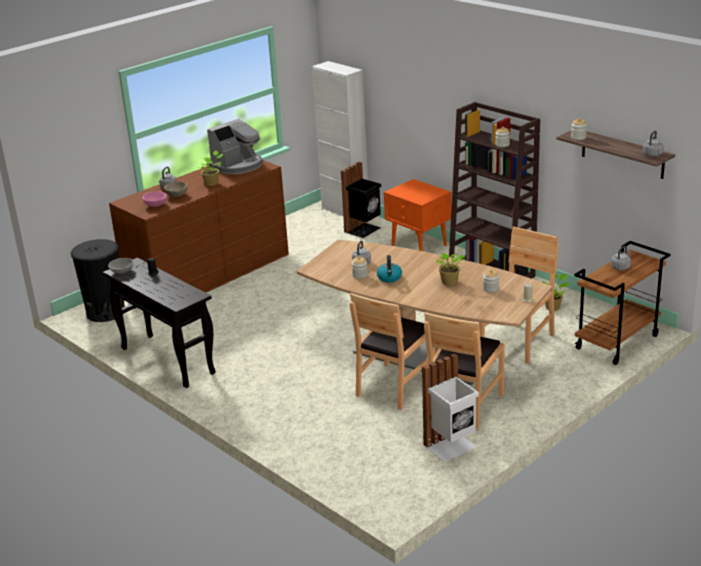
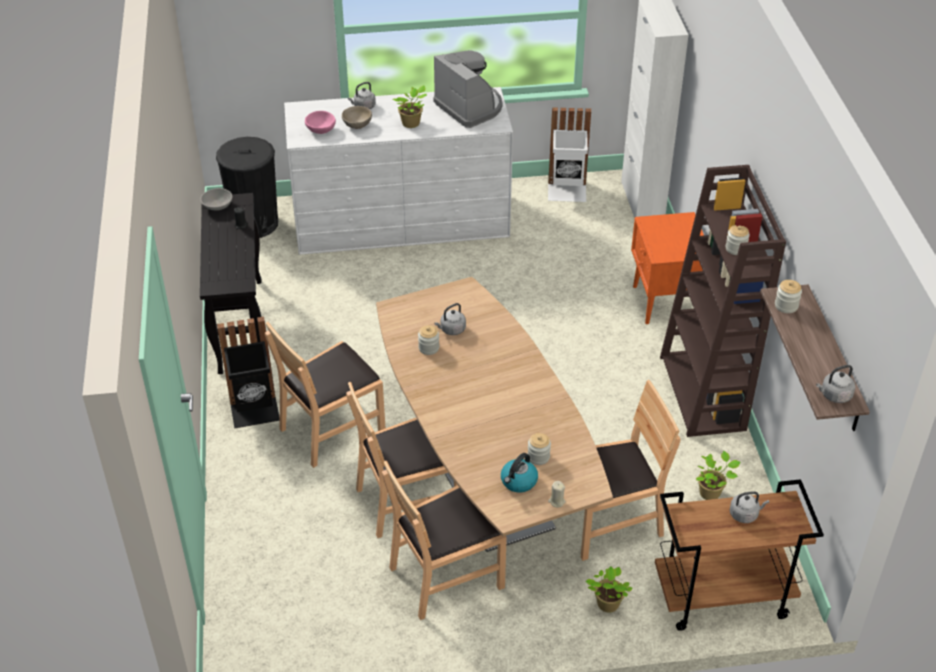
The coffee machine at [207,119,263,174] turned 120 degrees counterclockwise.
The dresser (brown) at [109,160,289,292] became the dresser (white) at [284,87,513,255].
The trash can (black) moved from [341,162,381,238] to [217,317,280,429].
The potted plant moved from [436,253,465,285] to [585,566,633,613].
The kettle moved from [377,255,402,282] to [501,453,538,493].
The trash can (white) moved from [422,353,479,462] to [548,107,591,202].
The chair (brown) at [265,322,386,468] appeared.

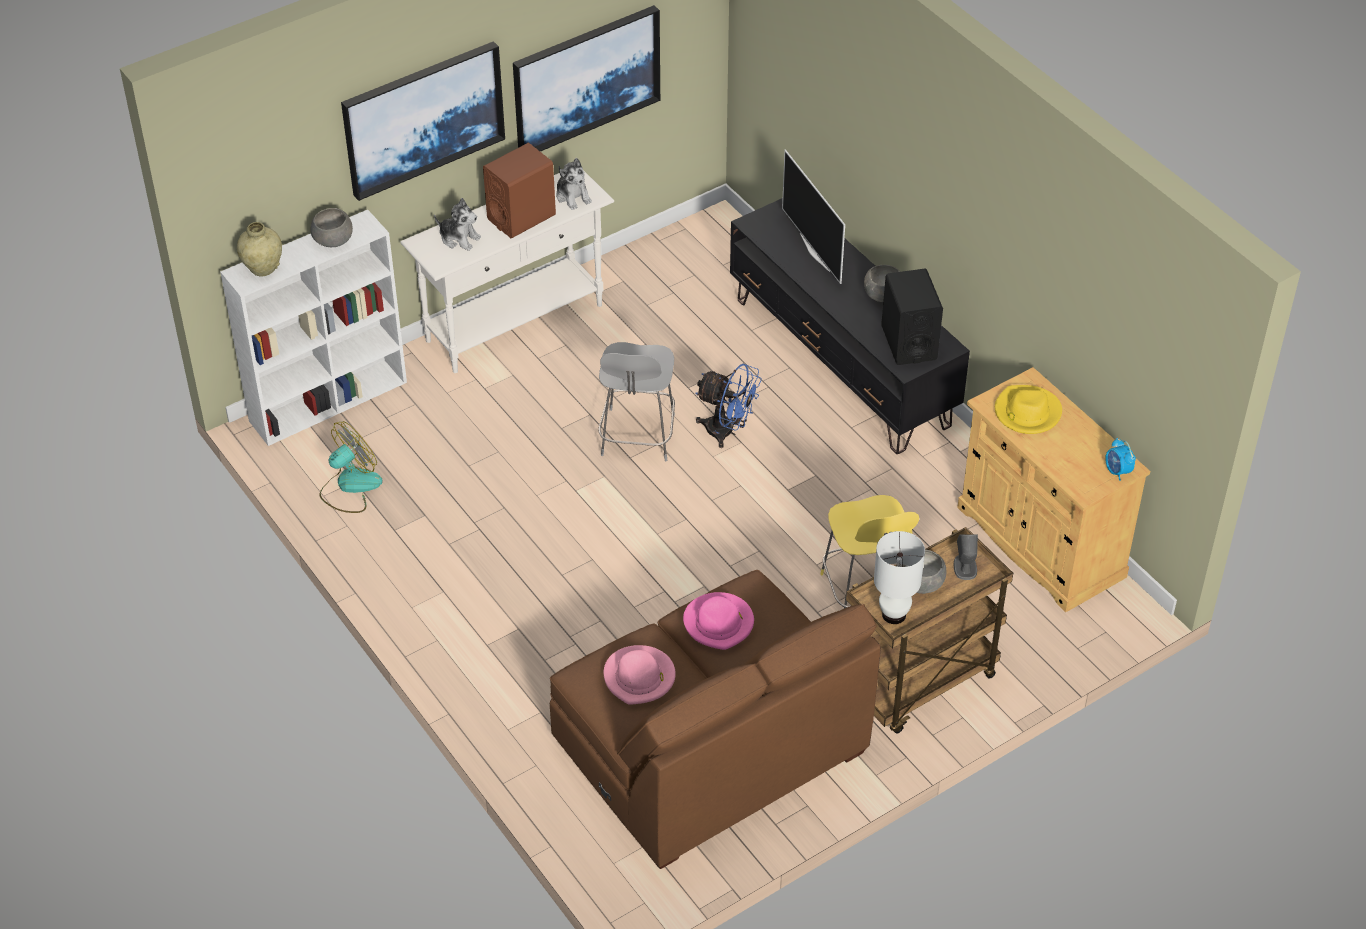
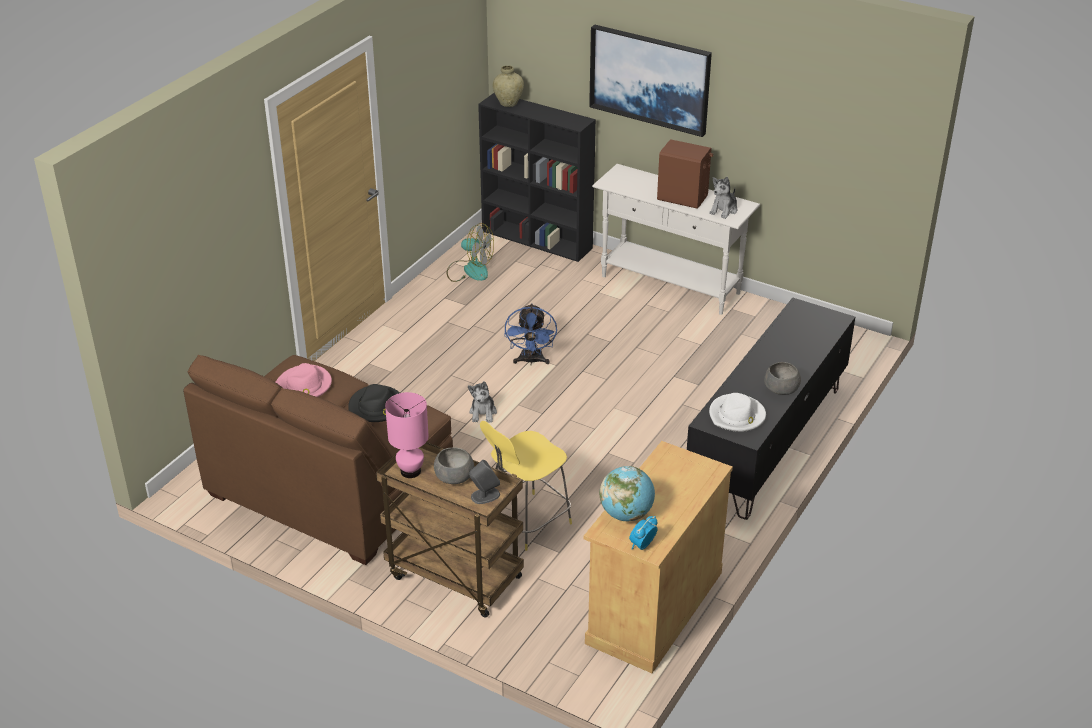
The picture at [513,5,660,152] disappeared.
The television at [782,150,845,284] disappeared.
The plush toy moved from [434,198,481,251] to [468,381,497,423].
The bowl (grey) at [311,208,353,247] disappeared.
The bookcase (white) at [220,210,407,446] became the bookcase (black) at [478,93,596,262].
The speaker (black) at [881,269,943,365] was replaced by the hat (white) at [709,393,766,432].
The stool (grey) at [599,342,675,461] disappeared.
The fan (blue) moved from [695,364,762,448] to [504,303,557,365].
The hat (yellow) at [995,385,1062,434] disappeared.
The table lamp (white) at [874,531,925,624] became the table lamp (pink) at [385,392,429,478].
The hat (pink) at [683,592,754,650] became the hat (black) at [348,384,400,422].
The globe at [600,466,655,521] appeared.

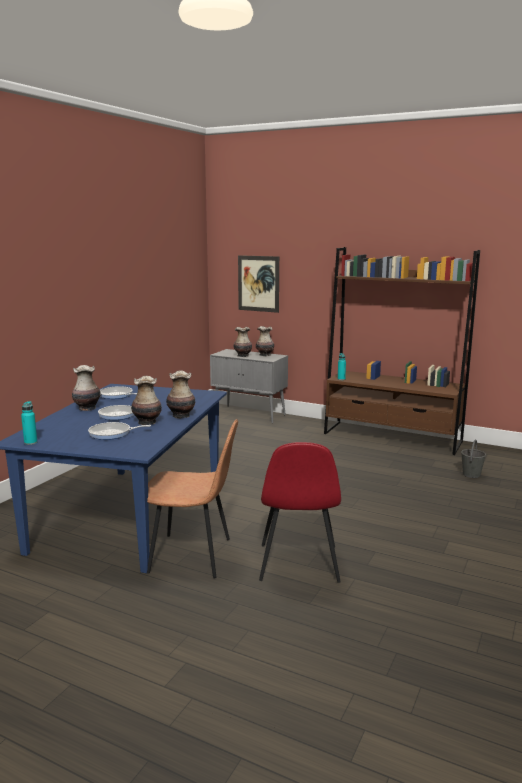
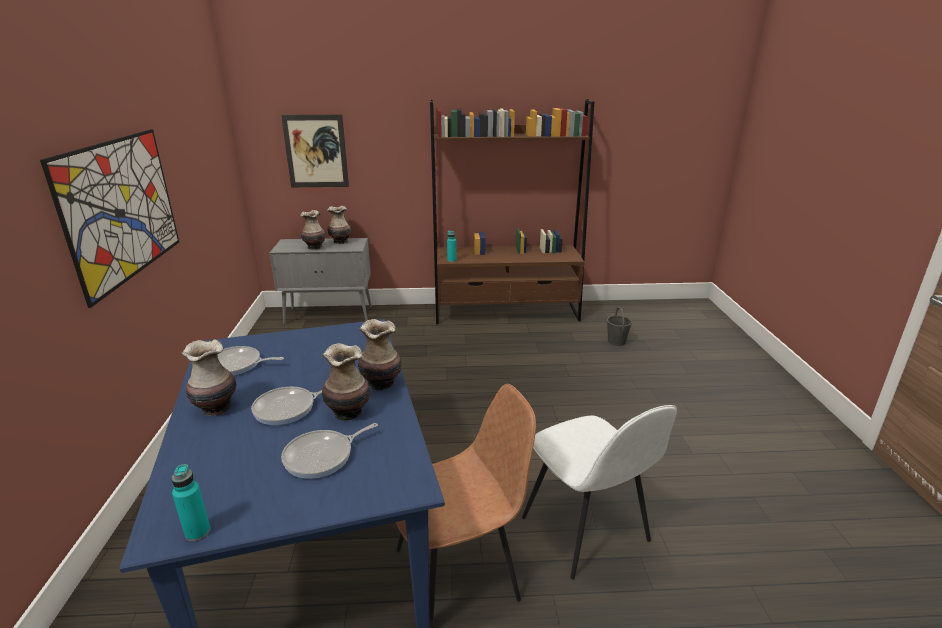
The chair (red) at [259,442,341,583] became the chair (white) at [522,405,677,580].
The picture at [40,129,179,308] appeared.

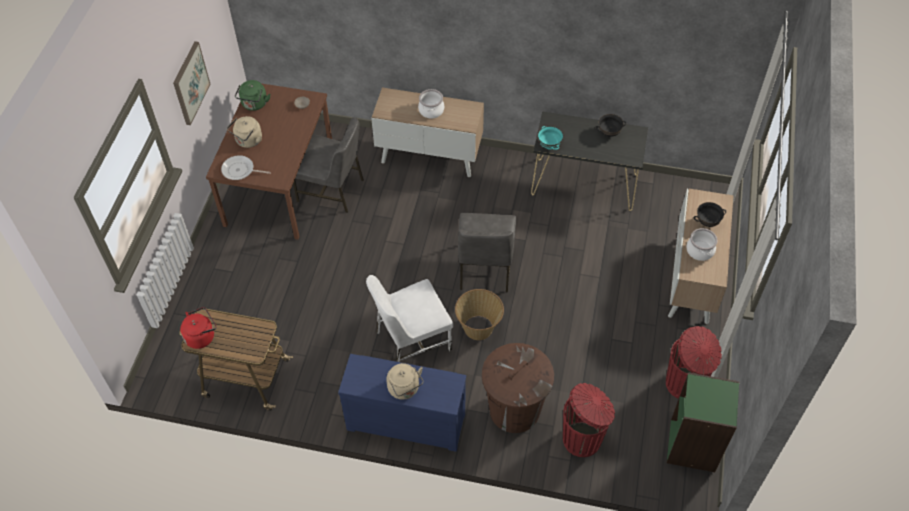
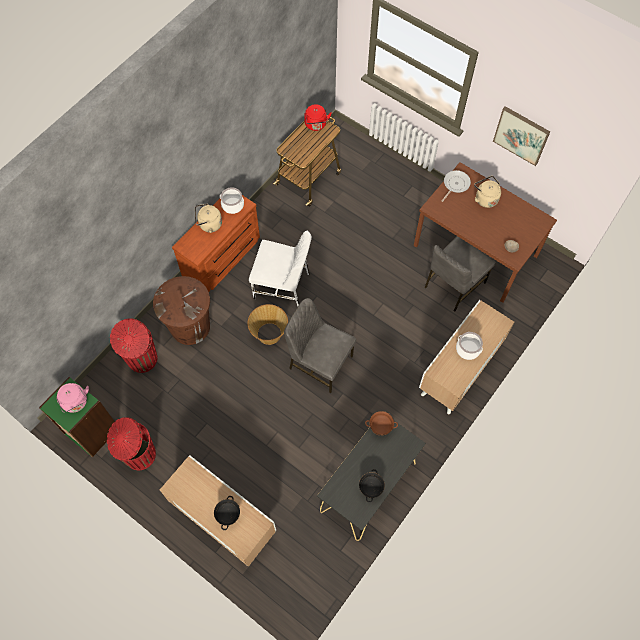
The kettle (green) at [235,80,270,111] disappeared.
The bowl (turquoise) at [538,126,563,150] became the bowl (brown) at [365,411,398,436].
The cooking pot moved from [686,228,717,261] to [220,187,244,214].
The chair (white) at [366,275,453,362] turned 105 degrees clockwise.
The dresser (blue) at [338,354,466,452] became the dresser (brown) at [172,195,260,292].
The kettle (pink) at [57,383,89,413] appeared.

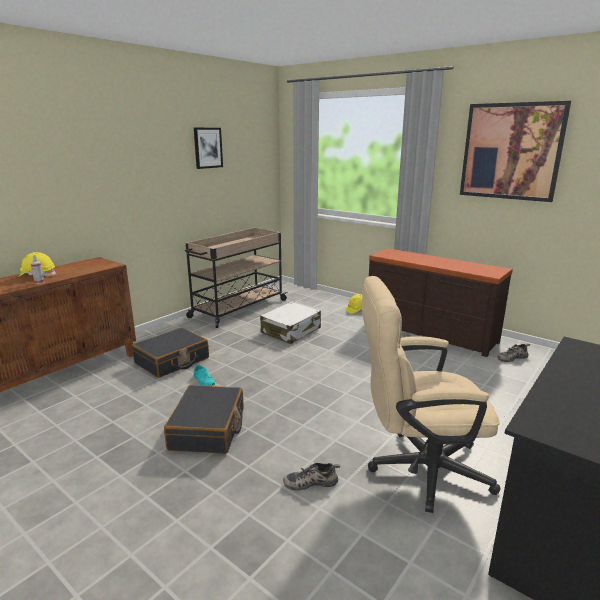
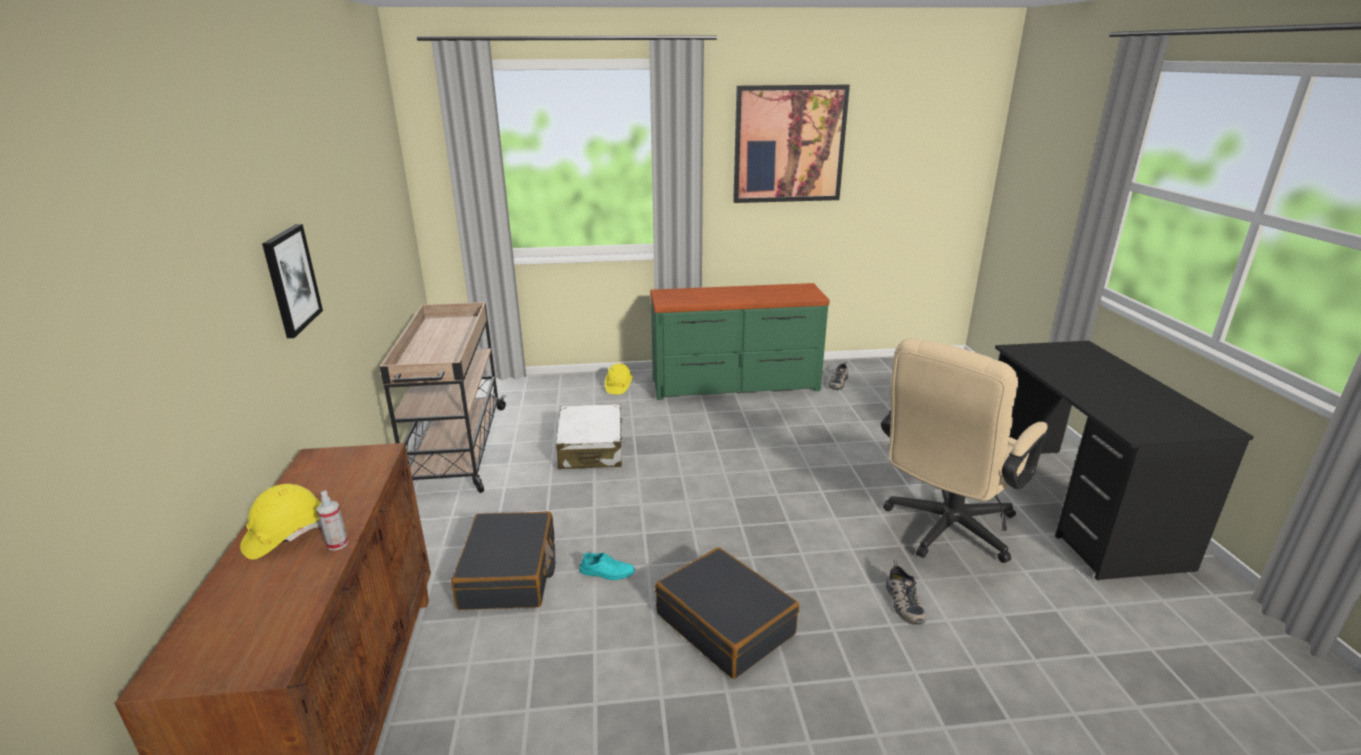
The picture moved from [194,128,223,169] to [262,224,323,338].
The dresser (brown) at [369,248,513,357] became the dresser (green) at [650,283,830,400].
The shoe at [283,463,340,490] turned 45 degrees counterclockwise.

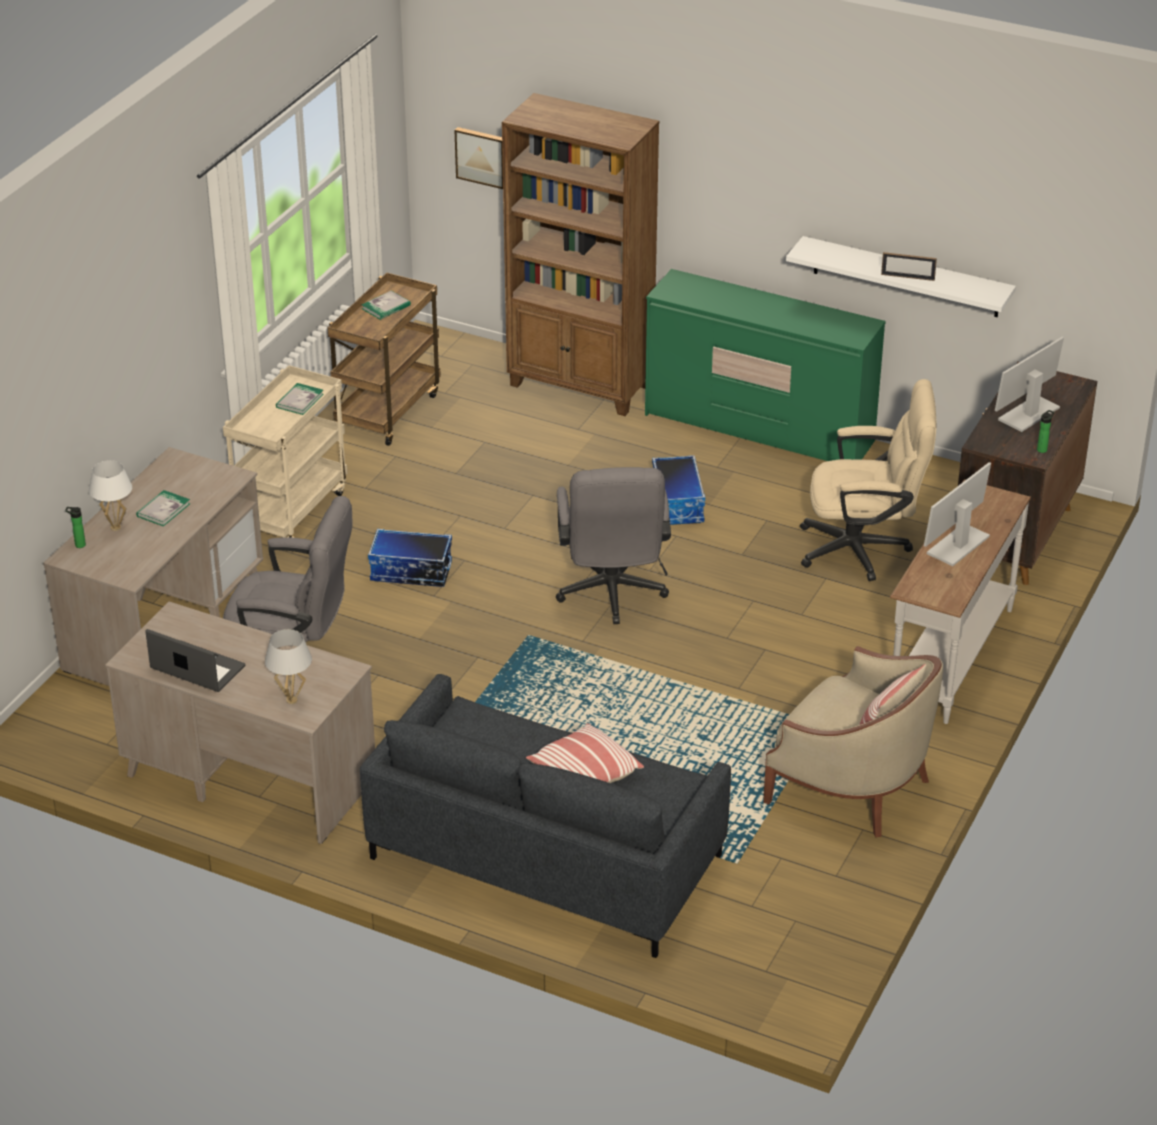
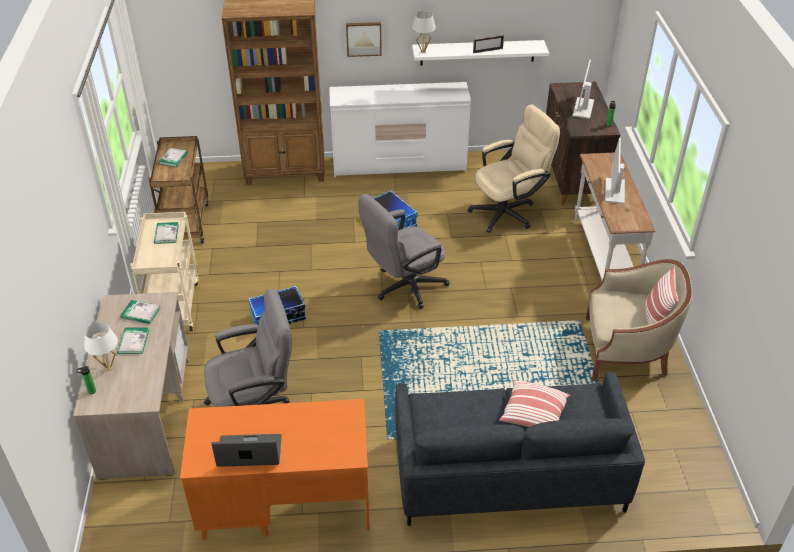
The picture moved from [454,127,503,189] to [346,22,382,57].
The dresser (green) at [645,269,886,461] became the dresser (white) at [329,82,471,177].
The office chair (grey) at [556,467,671,624] turned 90 degrees clockwise.
The desk (beige) at [105,602,375,844] became the desk (orange) at [180,399,370,540].
The table lamp (white) moved from [265,629,312,704] to [412,11,436,53].
The book at [120,300,160,324] appeared.

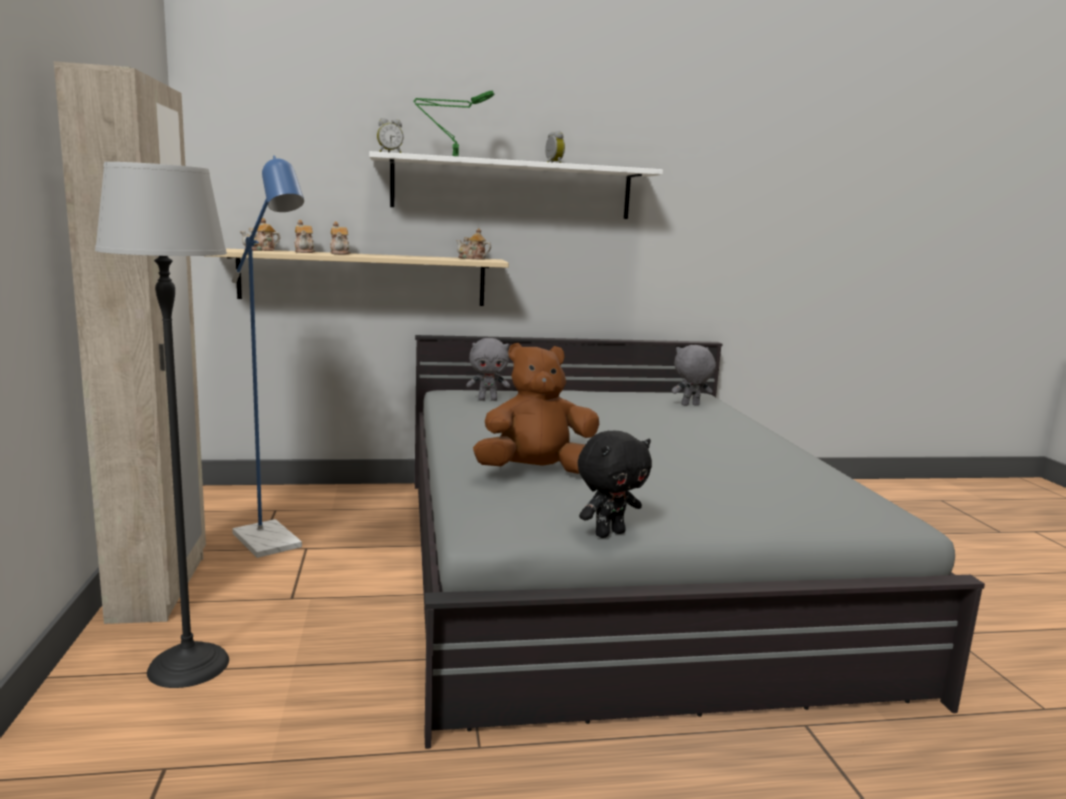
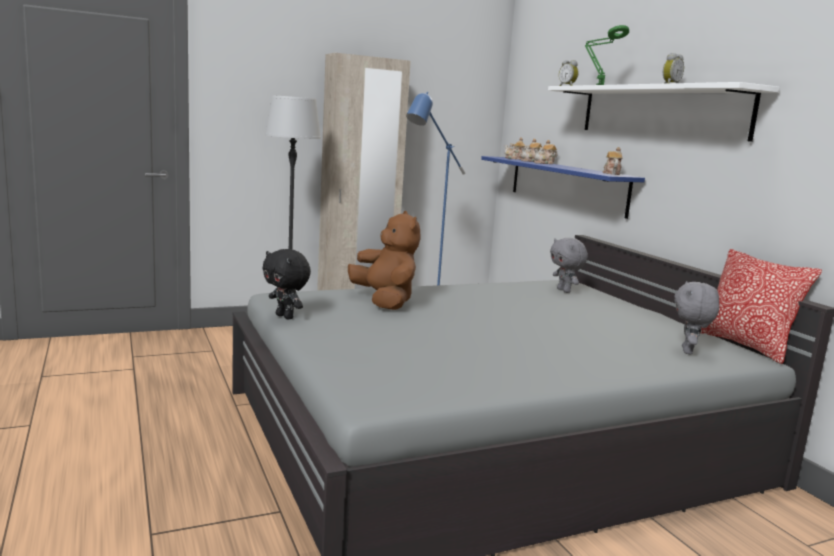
The shelf (beige) at [207,248,509,306] became the shelf (blue) at [481,156,645,219].
The plush toy (grey) at [672,345,716,406] turned 135 degrees counterclockwise.
The pillow at [701,249,822,364] appeared.

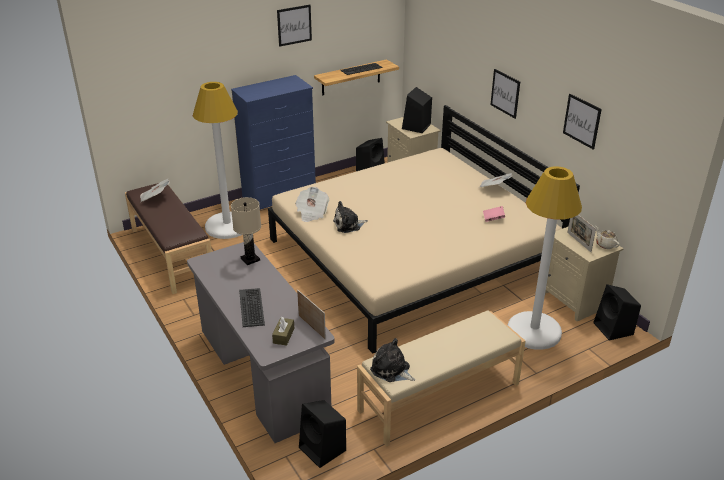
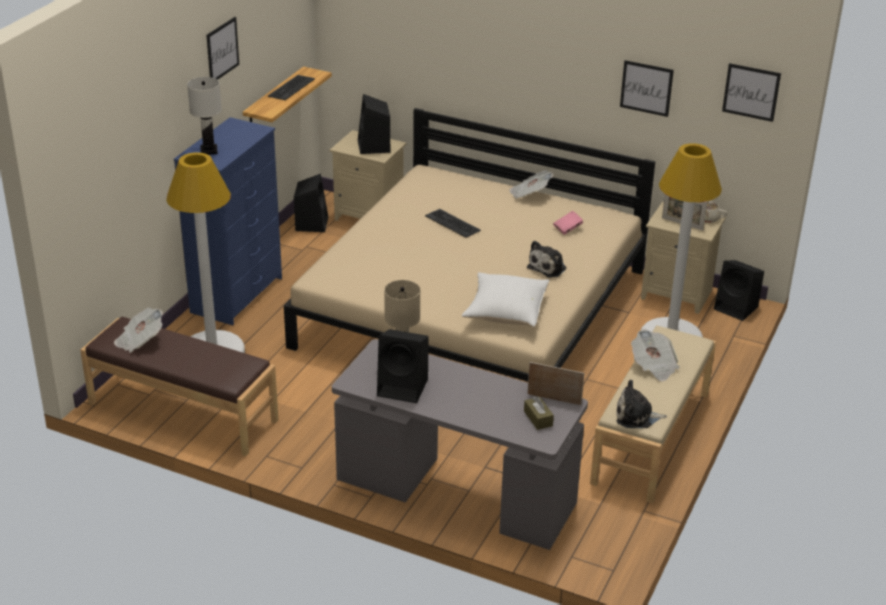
The picture moved from [490,69,520,119] to [722,63,781,122].
The newspaper moved from [295,187,329,222] to [631,329,680,382].
The plush toy moved from [333,201,368,233] to [527,241,566,278].
The keyboard moved from [239,288,265,327] to [425,209,481,238].
The speaker (black) moved from [299,400,346,468] to [377,329,429,403].
The table lamp (white) at [187,77,222,155] appeared.
The pillow (white) at [462,272,550,327] appeared.

